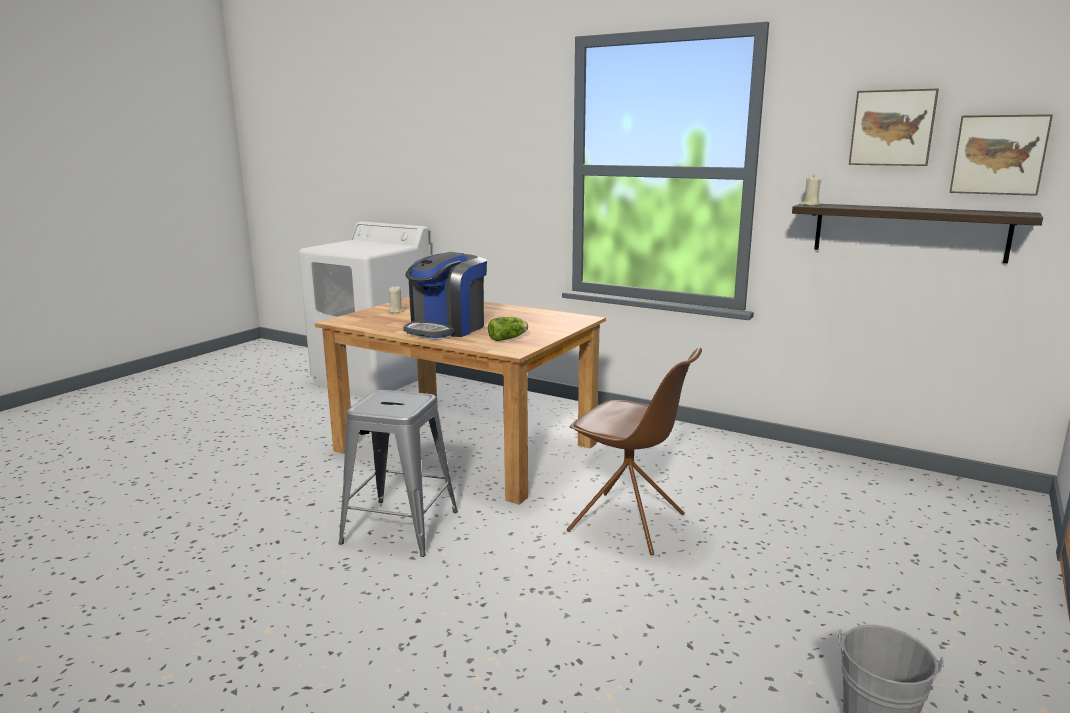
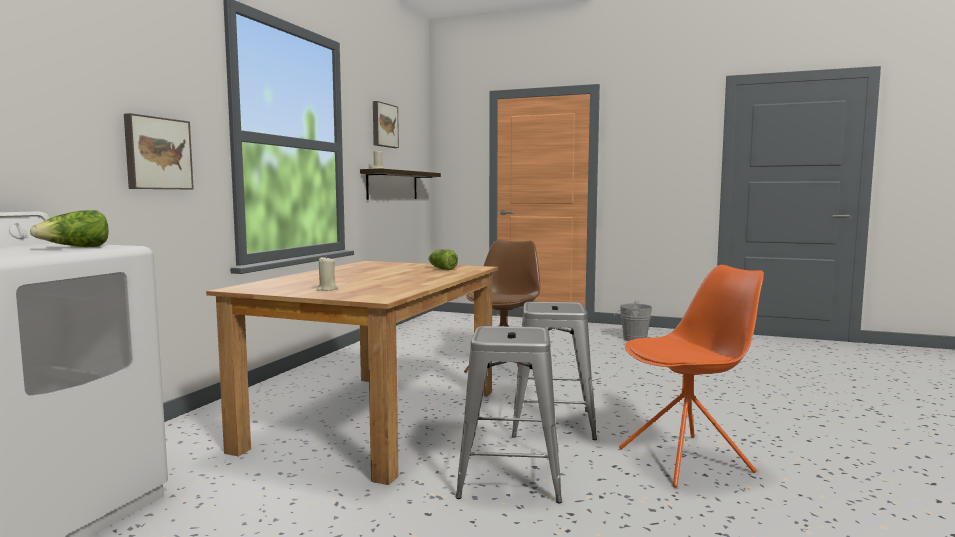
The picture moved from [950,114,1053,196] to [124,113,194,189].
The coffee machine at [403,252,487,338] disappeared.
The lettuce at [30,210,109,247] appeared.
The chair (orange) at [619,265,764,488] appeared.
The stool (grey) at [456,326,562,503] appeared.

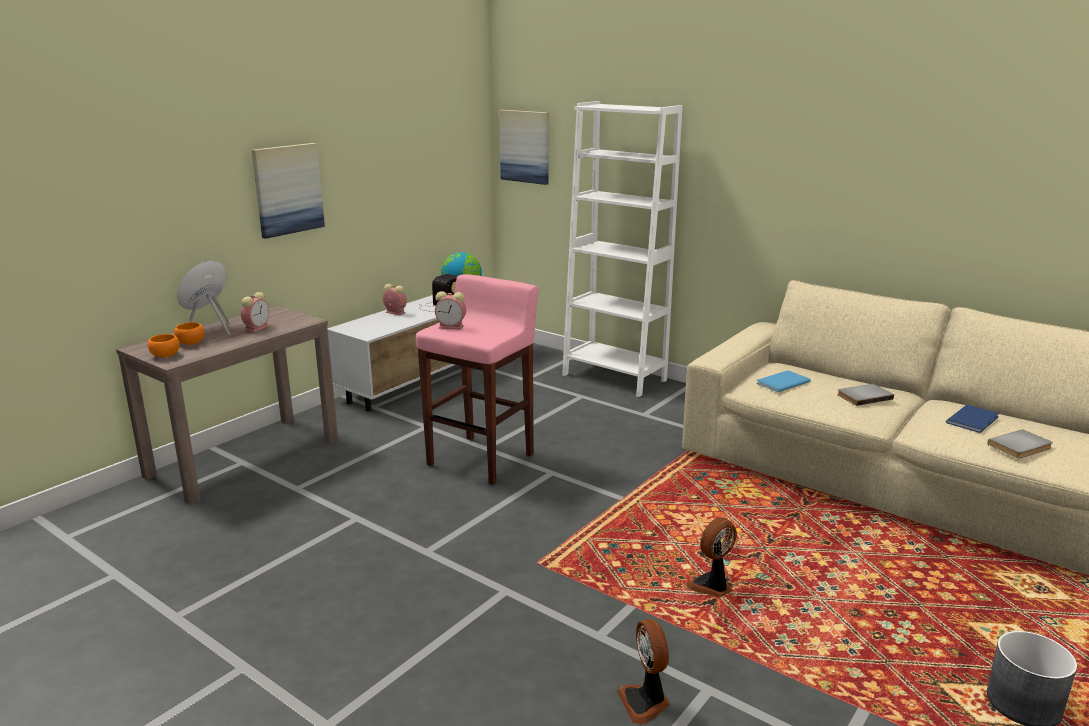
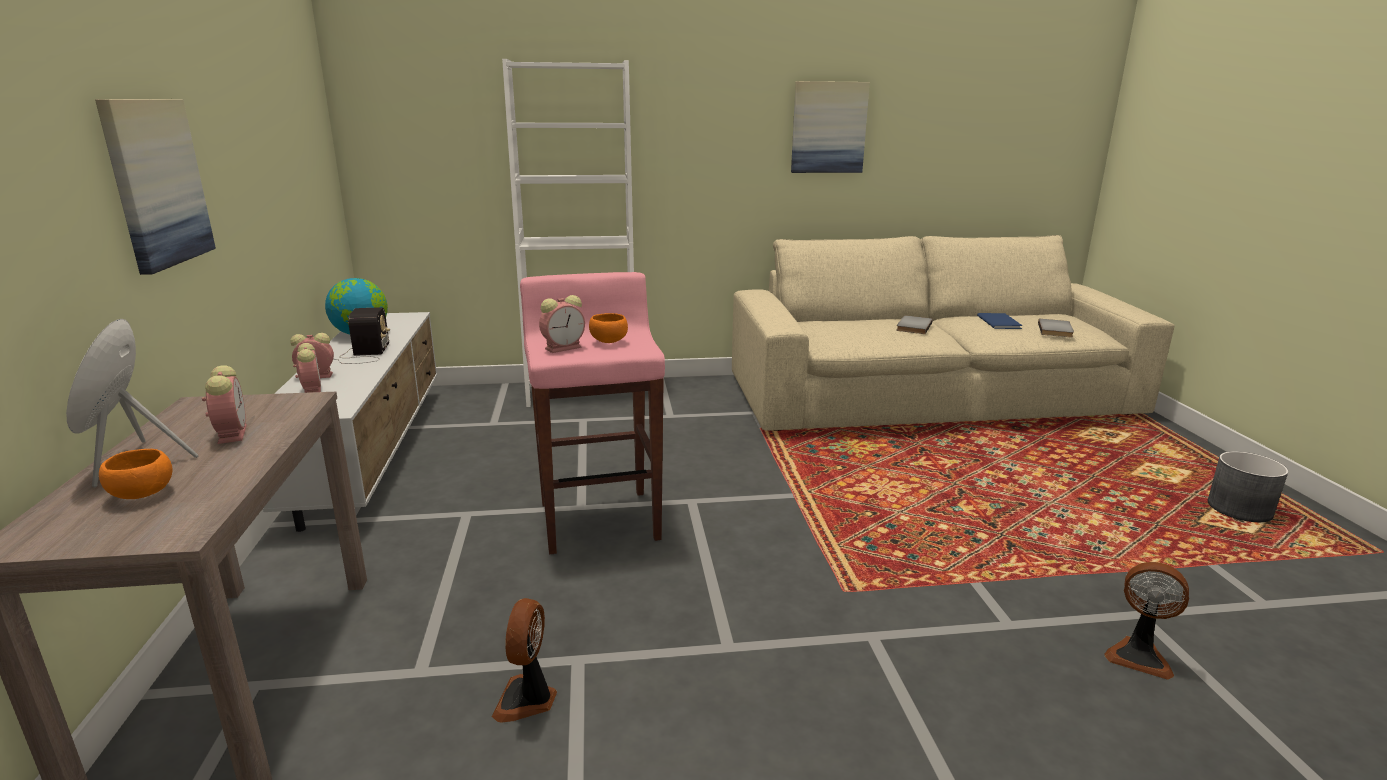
The picture moved from [499,110,549,185] to [791,81,870,173].
The bowl (orange) moved from [148,334,180,357] to [589,313,628,343].
The book (blue) at [756,370,811,392] disappeared.
The fan moved from [686,517,737,597] to [491,598,557,723].
The alarm clock at [293,343,321,393] appeared.

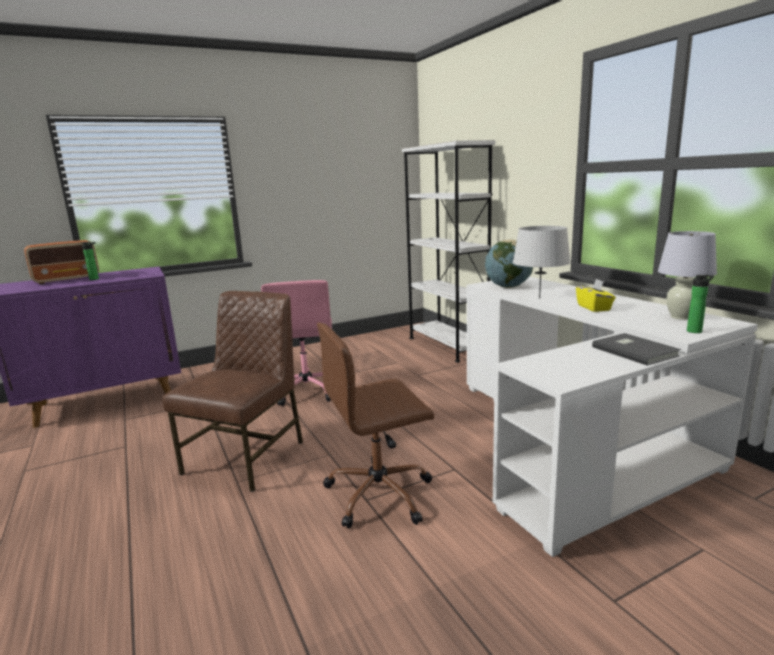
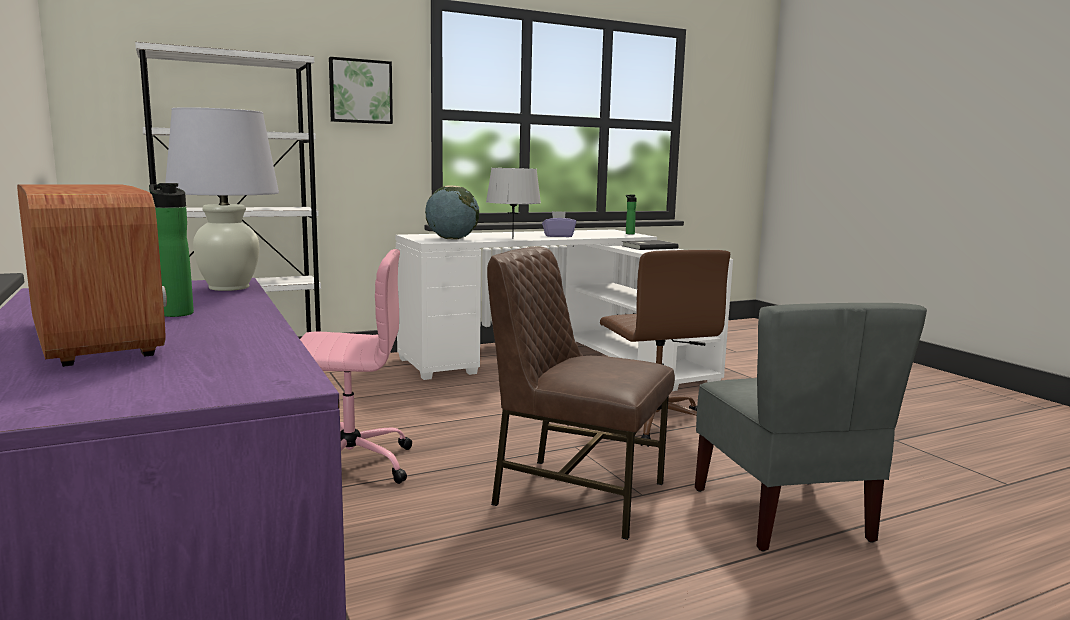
The table lamp (white) moved from [658,231,717,320] to [165,107,279,291].
The tissue box (yellow) at [576,279,616,312] became the tissue box (purple) at [542,211,576,237].
The picture at [329,57,393,124] appeared.
The chair (grey) at [695,303,927,551] appeared.

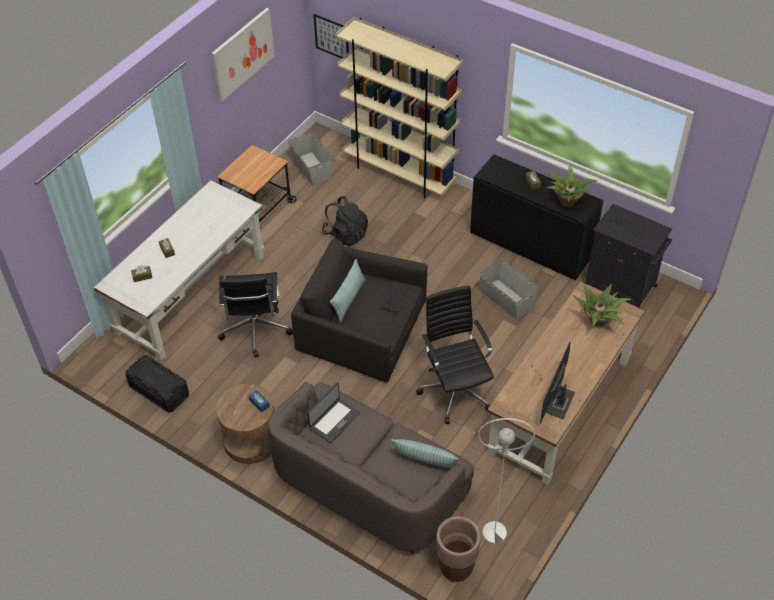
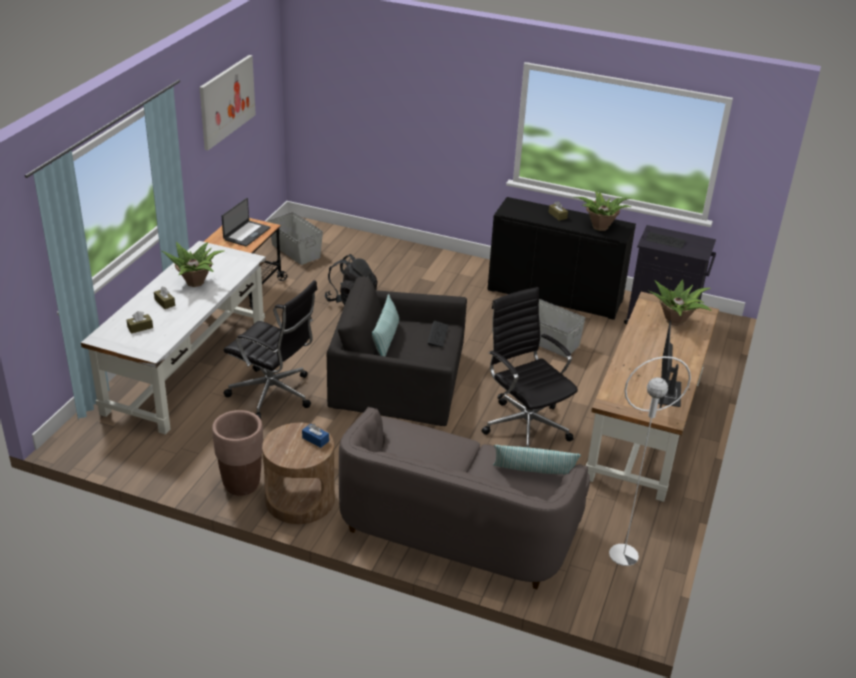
The picture at [313,14,349,59] disappeared.
The bookcase (beige) at [336,17,464,199] disappeared.
The office chair (black) at [218,272,293,358] turned 45 degrees counterclockwise.
The storage box (black) at [126,355,189,413] disappeared.
The laptop moved from [307,382,360,443] to [222,198,270,246].
The planter (brown) moved from [436,516,481,582] to [212,410,263,496].
The potted plant at [162,242,225,287] appeared.

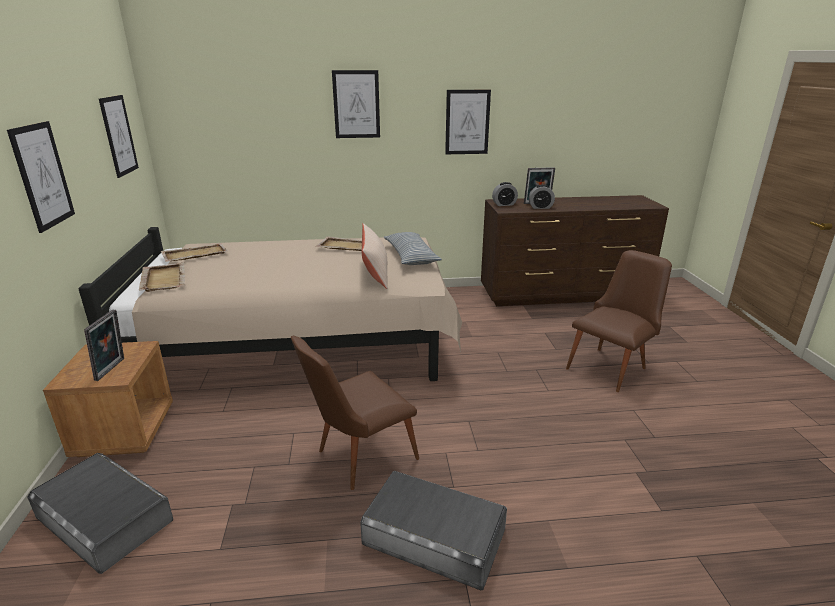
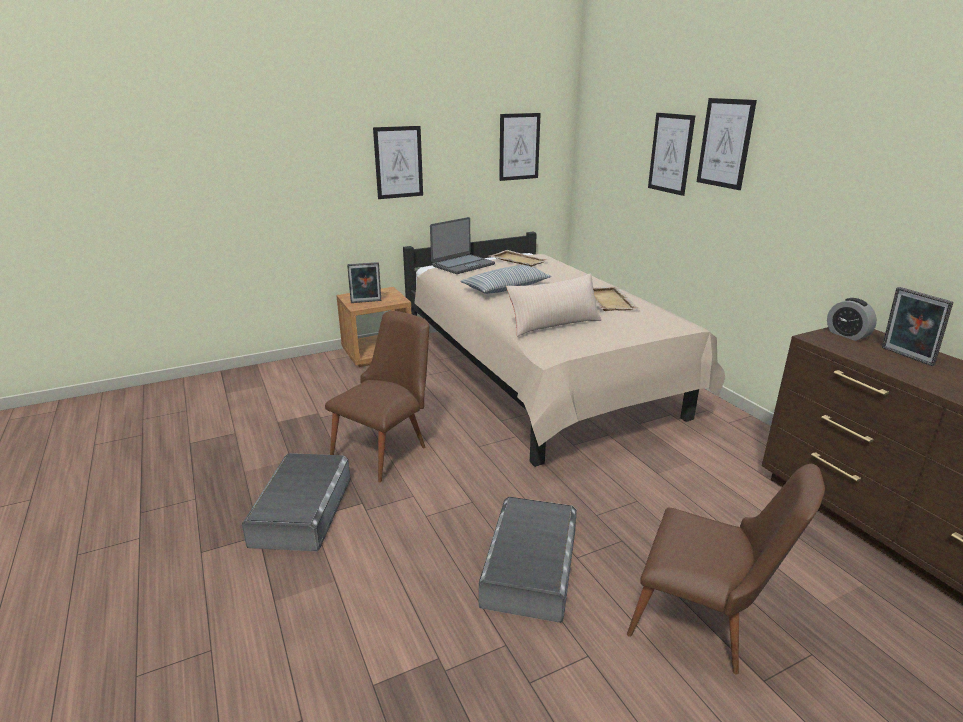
The picture moved from [445,90,491,154] to [648,113,696,196].
The alarm clock at [529,185,555,209] disappeared.
The pillow moved from [384,232,442,265] to [461,265,551,294].
The tray (beige) at [139,262,186,292] was replaced by the laptop at [430,217,495,274].
The chair (brown) at [291,336,419,490] turned 90 degrees clockwise.
The storage box (grey) moved from [27,453,173,574] to [478,497,577,623].

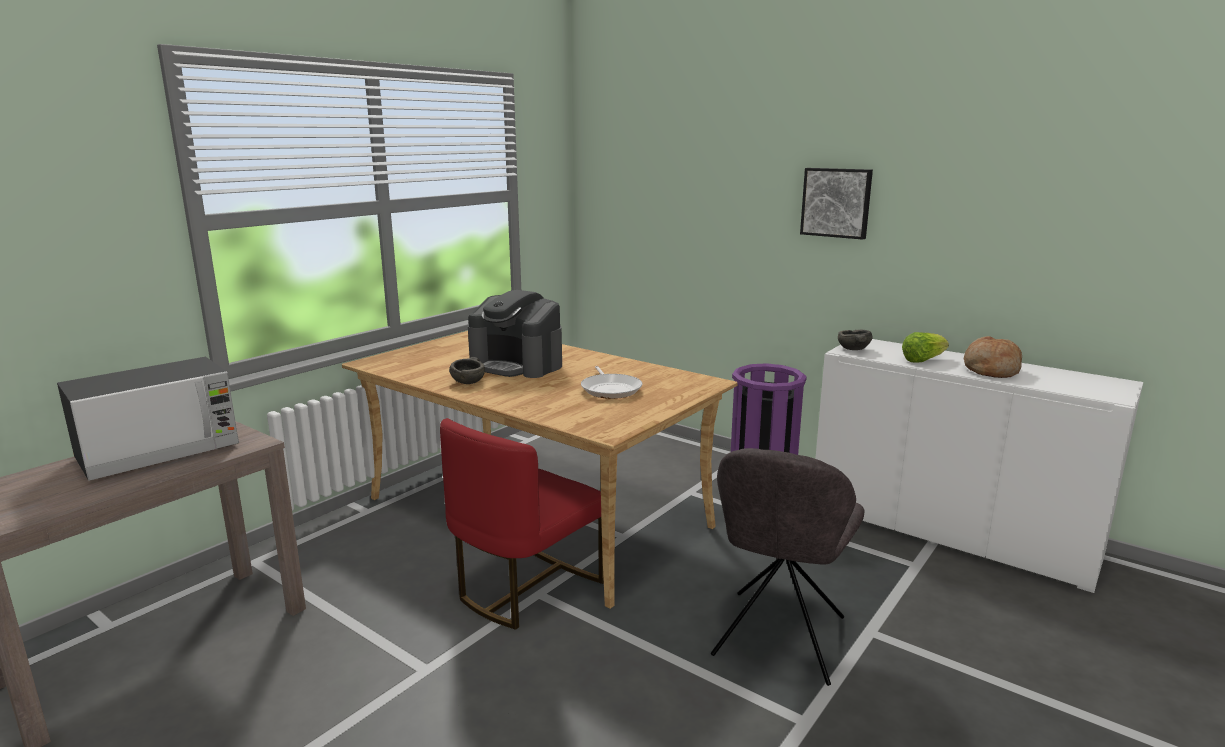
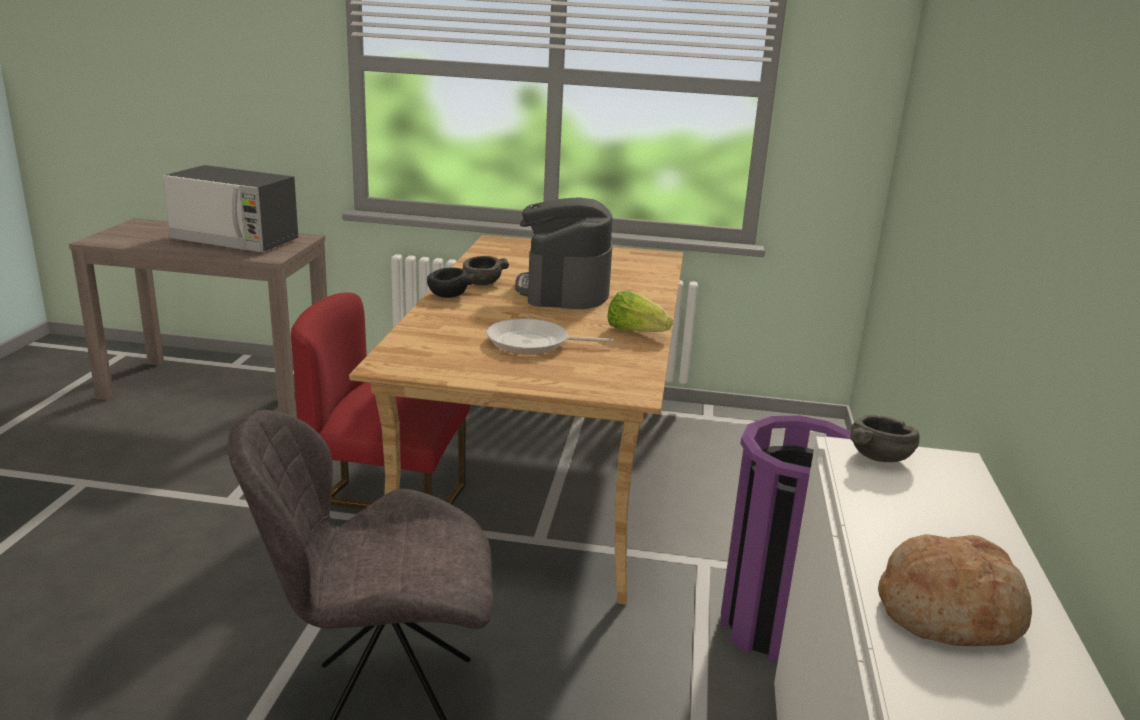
The picture at [800,168,873,240] disappeared.
The lettuce moved from [902,332,949,362] to [607,290,673,332].
The frying pan at [581,366,642,399] turned 45 degrees clockwise.
The bowl (black) at [427,268,475,298] appeared.

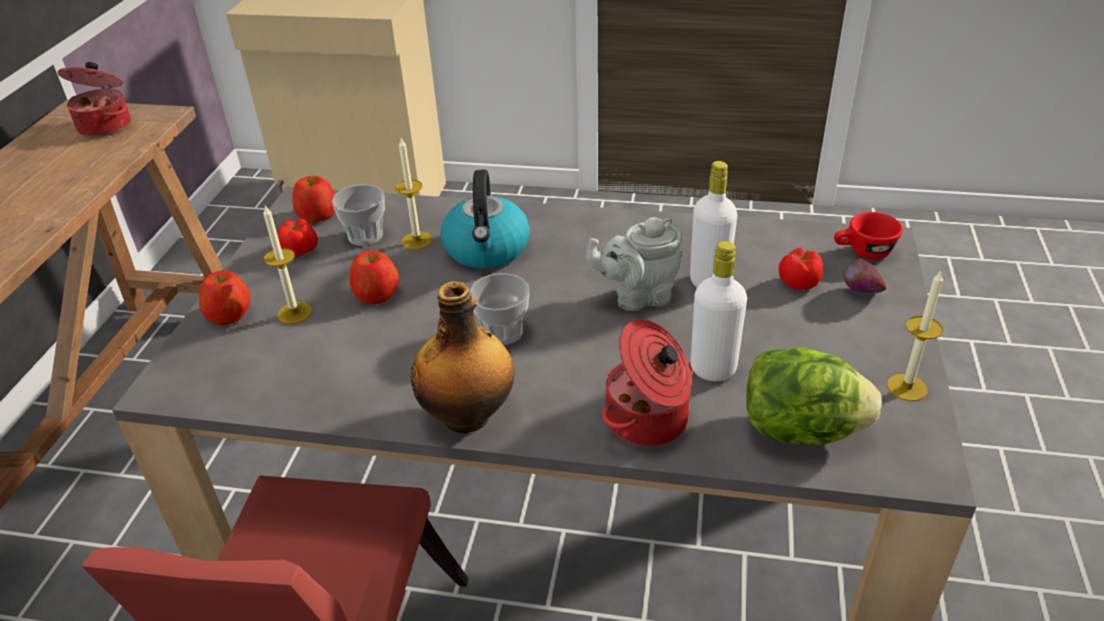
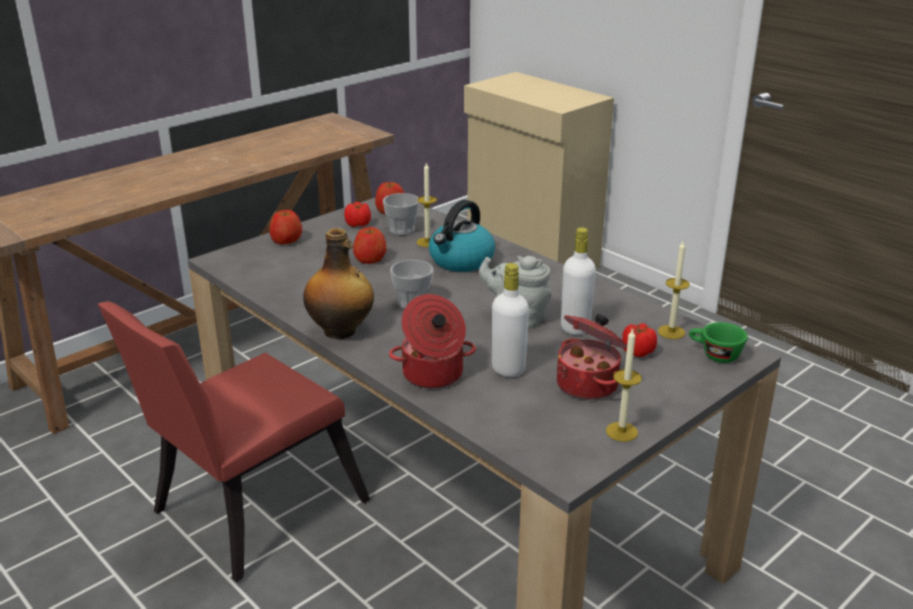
The cooking pot moved from [58,62,131,137] to [557,314,627,400].
The candle moved from [263,206,312,324] to [658,241,690,339].
The cup (red) at [834,212,903,260] became the cup (green) at [689,322,748,363].
The apple at [843,259,886,293] disappeared.
The lettuce at [746,347,881,445] disappeared.

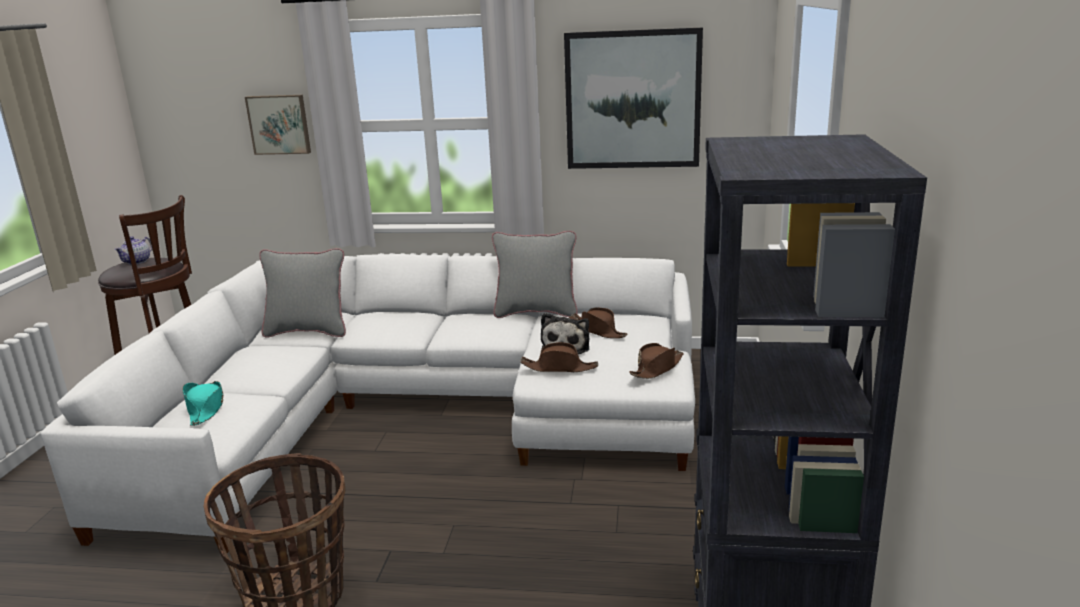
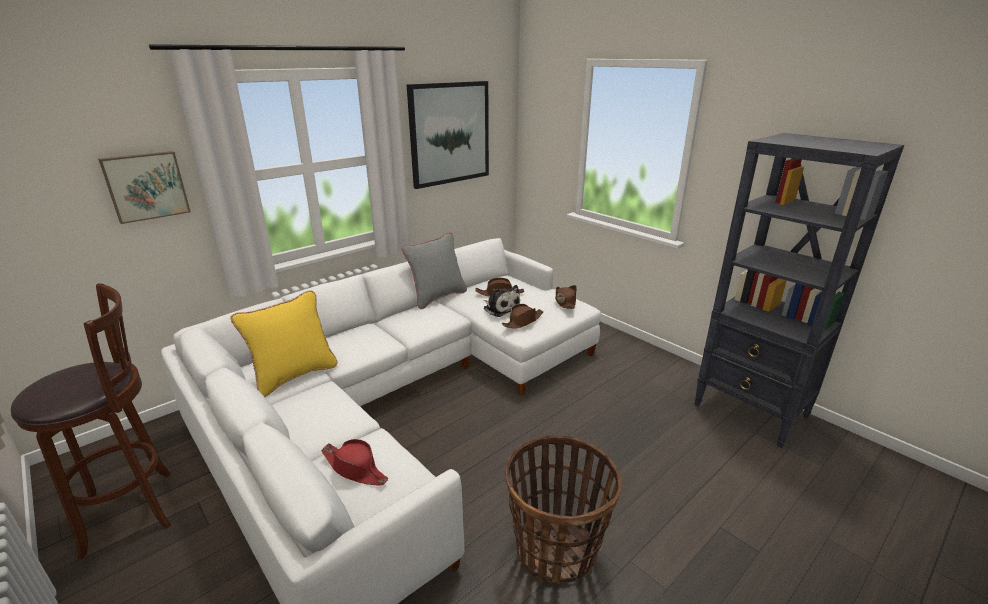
The teapot at [114,236,152,265] disappeared.
The pillow (grey) at [259,248,346,338] became the pillow (yellow) at [230,290,338,397].
The hat (turquoise) at [182,381,223,426] became the hat (red) at [321,439,388,485].

